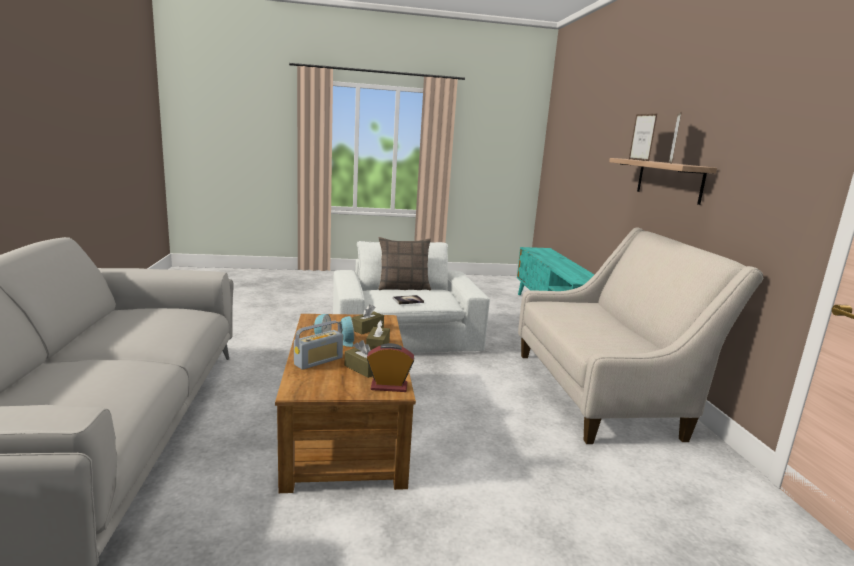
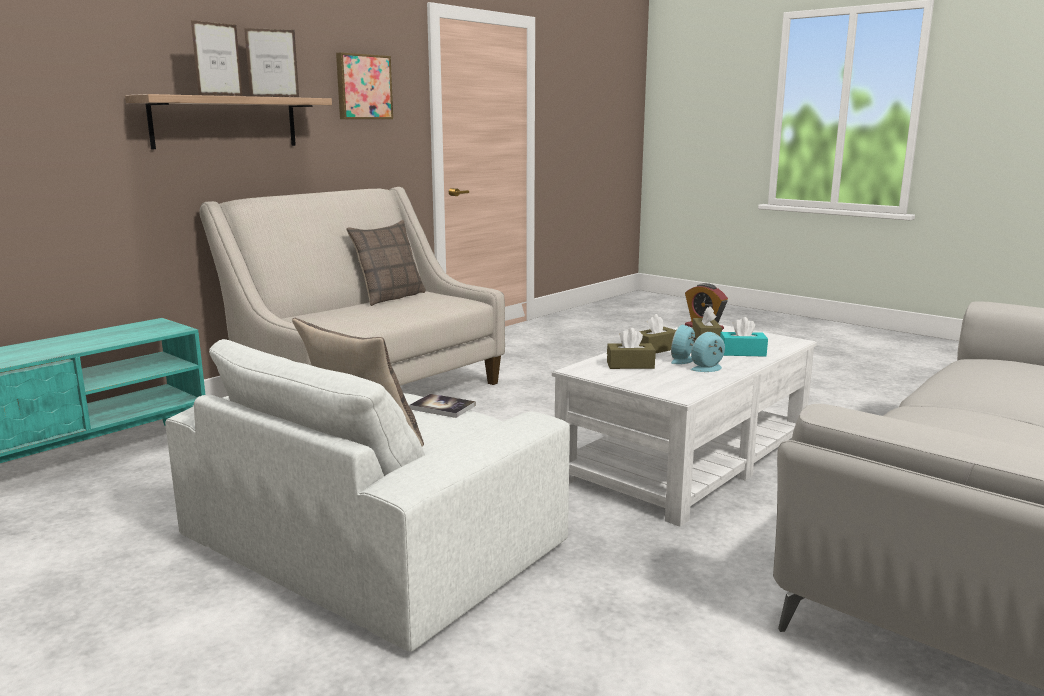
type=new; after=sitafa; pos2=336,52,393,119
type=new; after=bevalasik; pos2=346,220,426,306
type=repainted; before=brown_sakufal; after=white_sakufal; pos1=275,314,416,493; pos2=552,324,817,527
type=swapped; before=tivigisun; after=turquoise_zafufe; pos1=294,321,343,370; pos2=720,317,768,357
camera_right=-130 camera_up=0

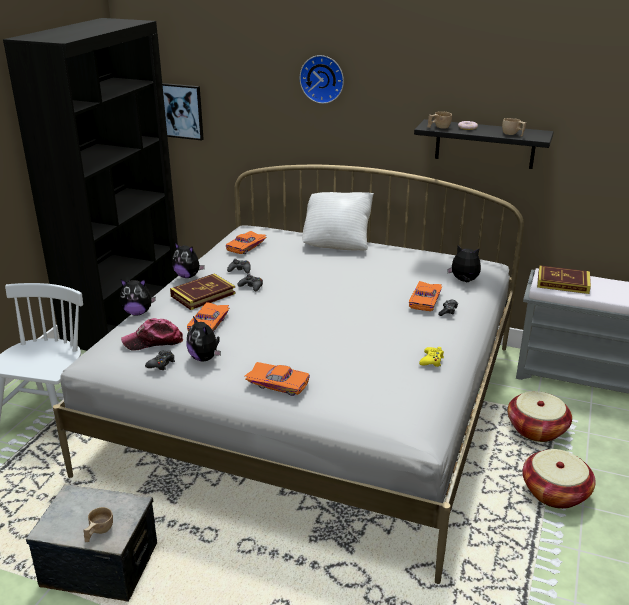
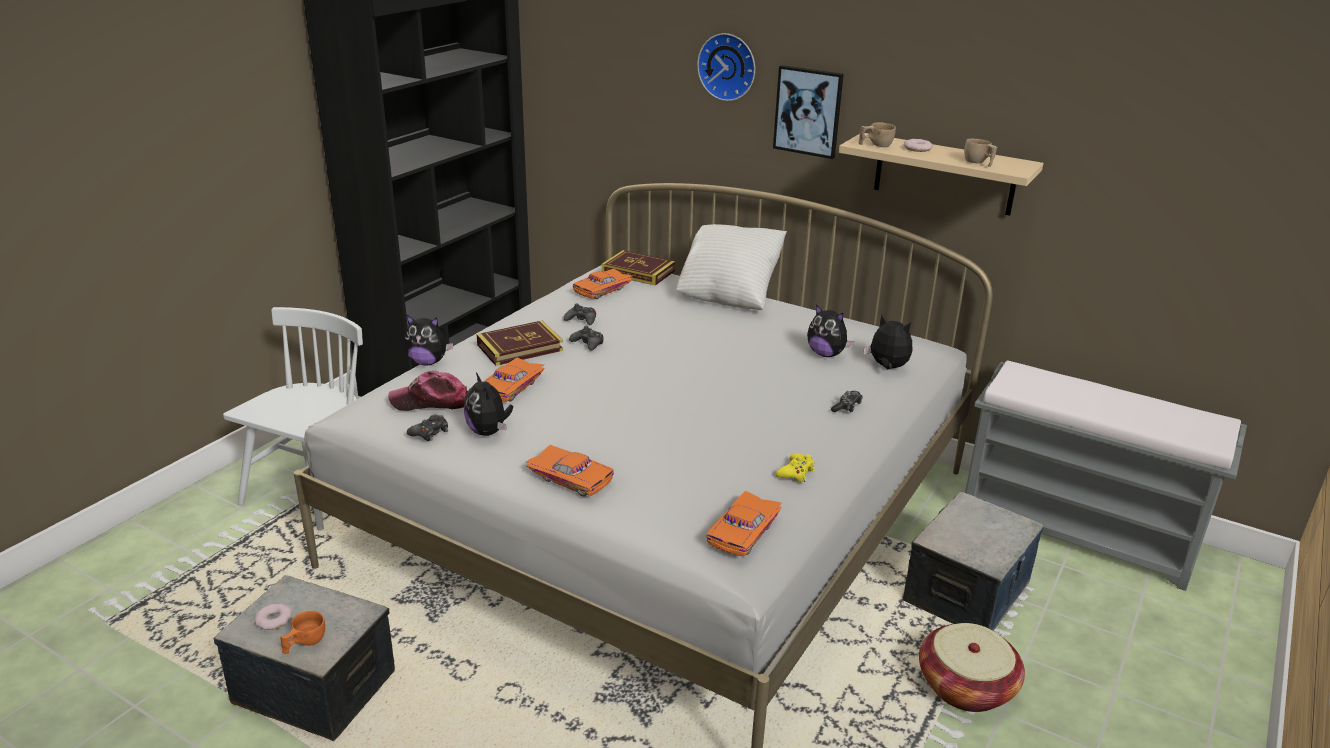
type=new; after=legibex; pos2=254,603,292,630
type=repainted; before=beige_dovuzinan; after=orange_dovuzinan; pos1=84,507,113,542; pos2=280,611,325,654
type=shifted; before=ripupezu; pos1=537,265,591,294; pos2=602,250,675,286
type=shifted; before=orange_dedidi; pos1=409,281,442,311; pos2=707,491,782,556
type=shifted; before=sitafa; pos1=162,83,203,141; pos2=773,65,844,159
type=shifted; before=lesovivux; pos1=172,243,205,278; pos2=807,304,854,357
type=repainted; before=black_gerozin; after=beige_gerozin; pos1=414,119,554,169; pos2=839,133,1043,216
type=swapped; before=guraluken; after=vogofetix; pos1=508,391,572,442; pos2=903,492,1044,631
camera_right=10 camera_up=0

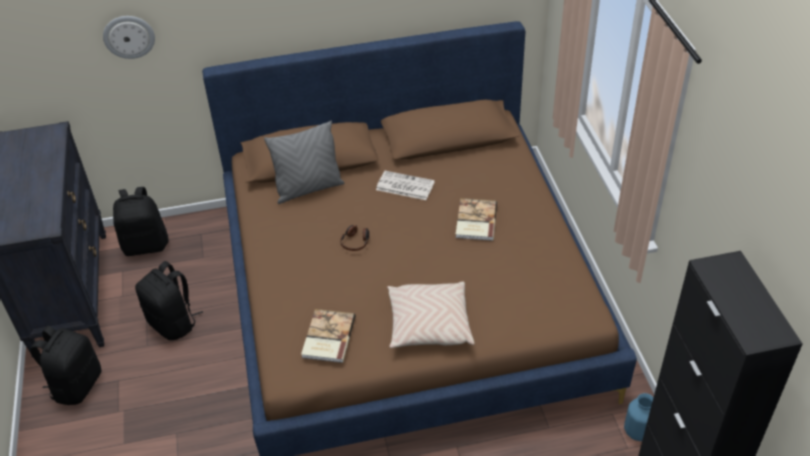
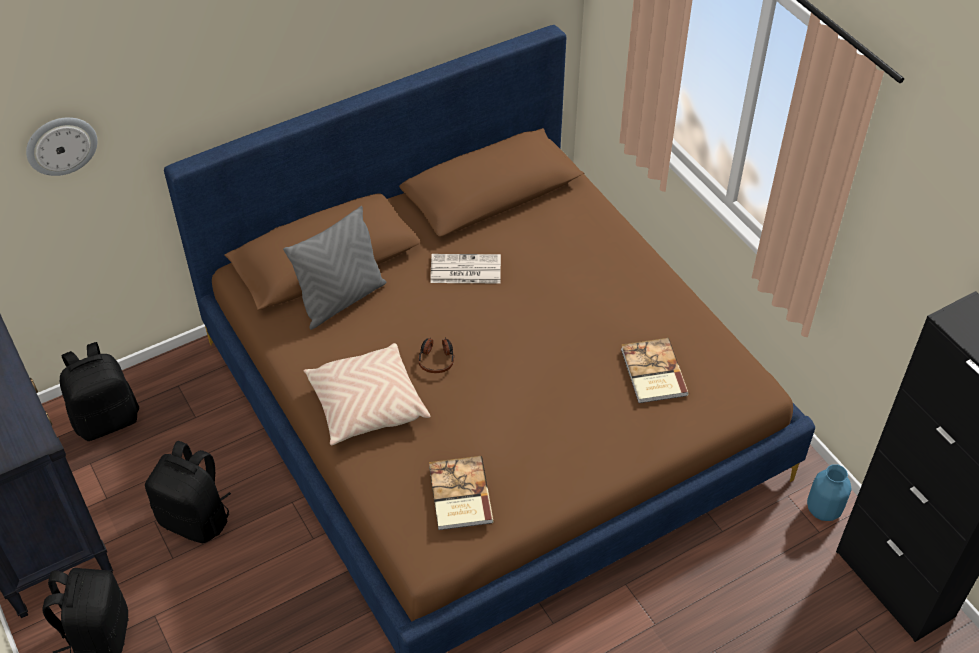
type=shifted; before=beige_bevalasik; pos1=387,281,474,348; pos2=303,343,431,445
type=shifted; before=ripupezu; pos1=456,198,497,241; pos2=621,338,689,403
camera_right=-20 camera_up=5

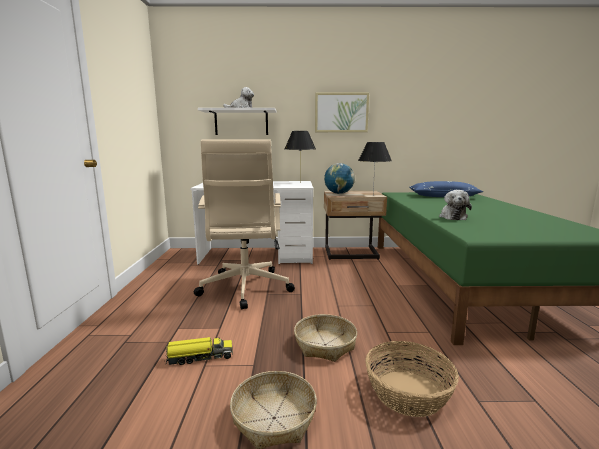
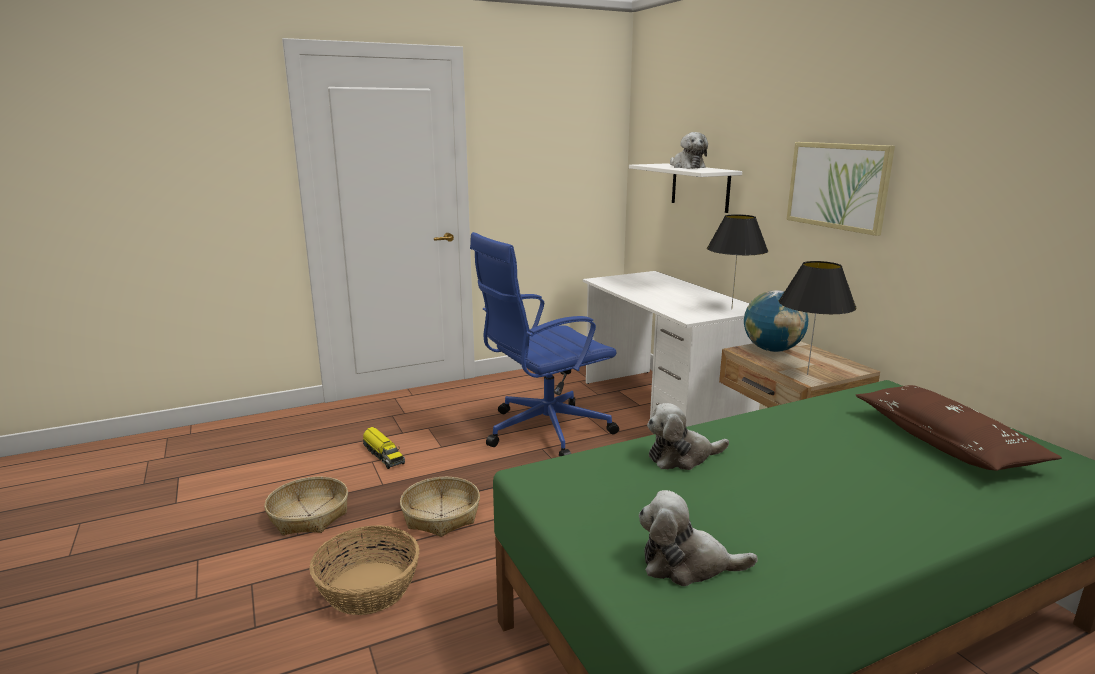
type=repainted; before=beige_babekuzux; after=blue_babekuzux; pos1=194,139,295,309; pos2=470,232,619,456
type=new; after=lesovivux; pos2=639,490,758,586
type=repainted; before=blue_bevalasik; after=brown_bevalasik; pos1=409,181,483,197; pos2=855,385,1062,471
camera_right=65 camera_up=5

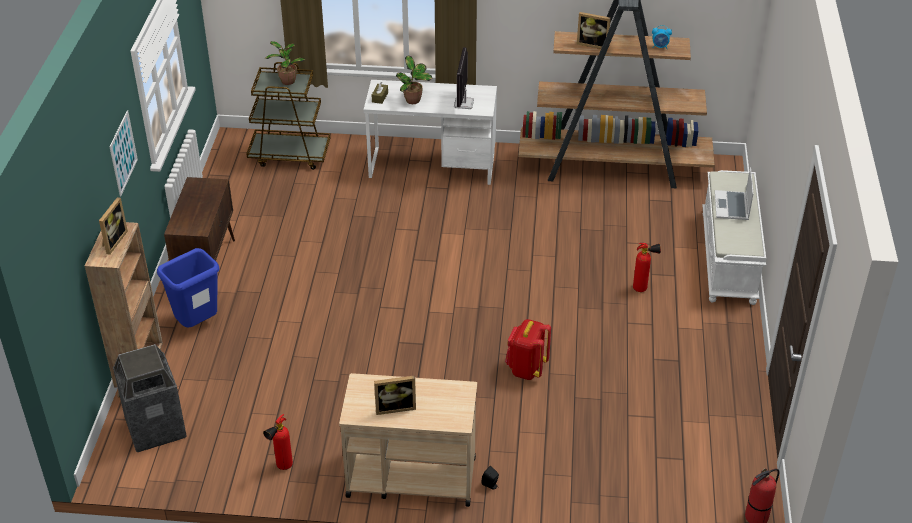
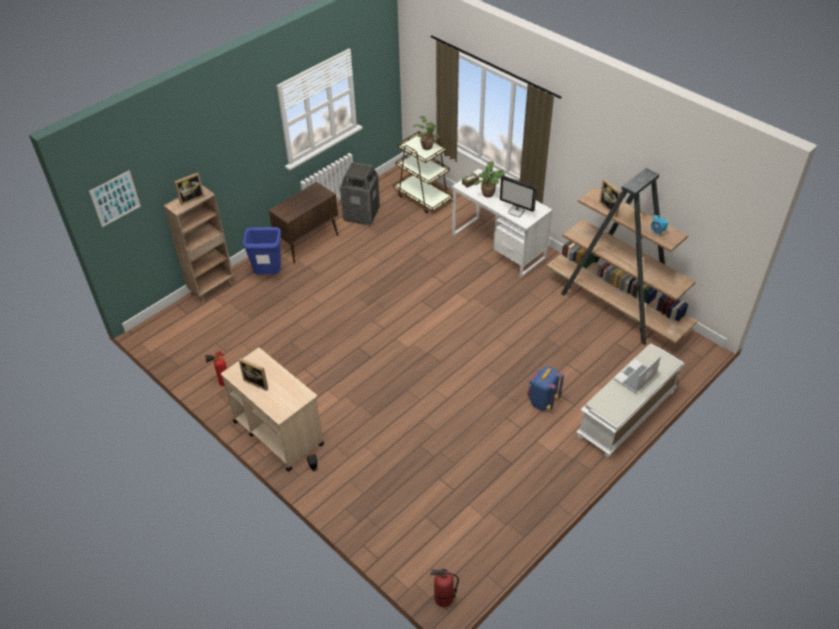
type=shifted; before=sitafa; pos1=109,111,138,196; pos2=89,171,141,227
type=shifted; before=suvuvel; pos1=113,344,187,452; pos2=340,162,380,225
type=rotated; before=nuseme; pos1=454,47,474,109; pos2=500,175,537,217; turn=-105
type=swapped; before=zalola; after=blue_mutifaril; pos1=633,243,661,292; pos2=527,366,564,411
type=gone; before=red_mutifaril; pos1=505,319,551,380
camera_right=40 camera_up=5

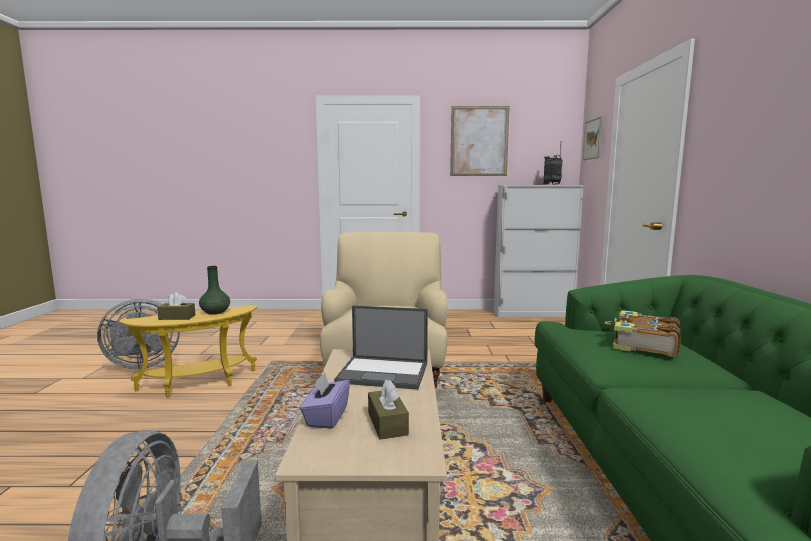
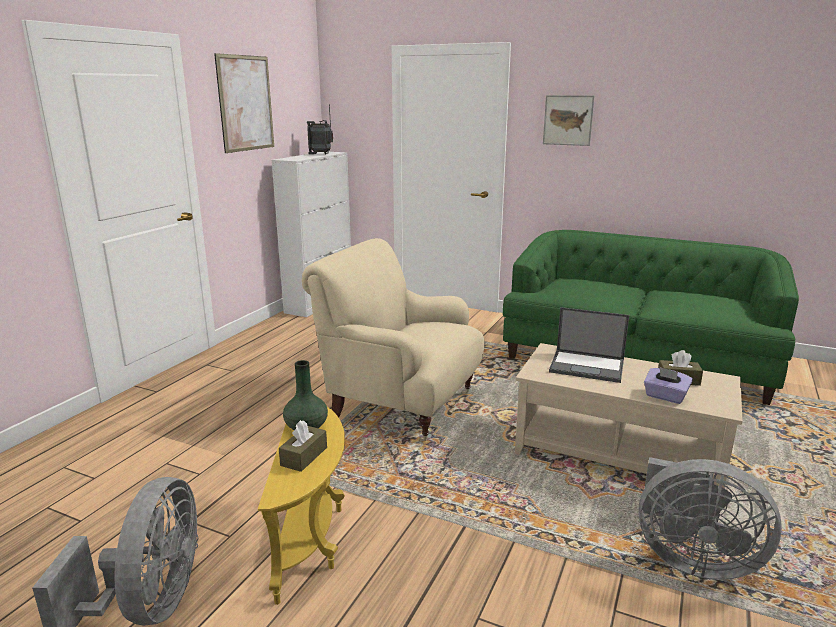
type=shifted; before=sitafa; pos1=583,117,603,160; pos2=543,95,595,146
type=rotated; before=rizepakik; pos1=334,305,428,390; pos2=549,307,629,383; turn=75
type=gone; before=ripupezu; pos1=605,310,681,357
camera_right=-65 camera_up=10

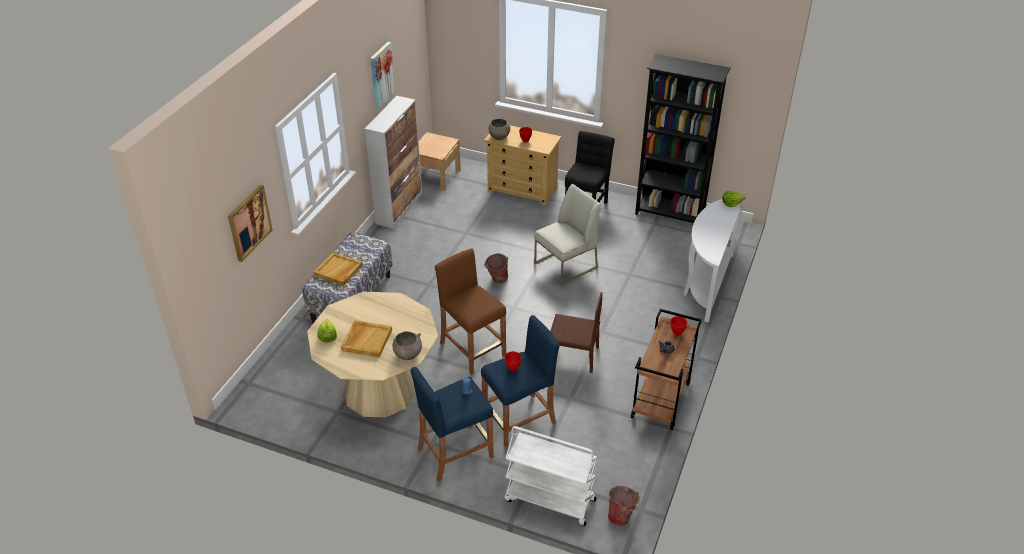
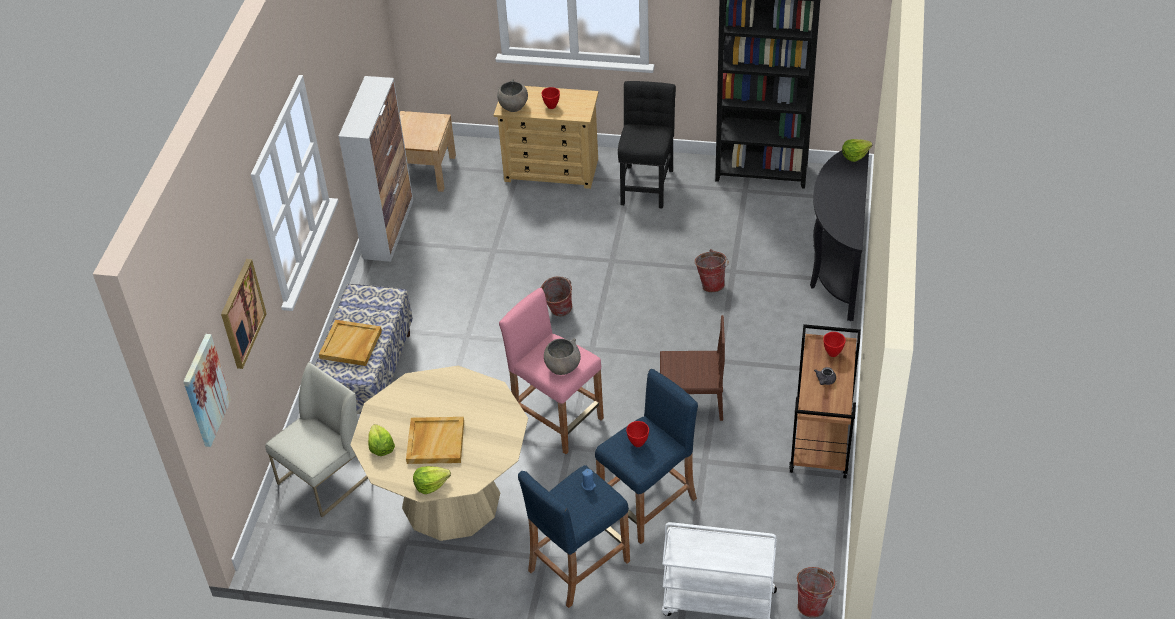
type=shifted; before=sitafa; pos1=370,42,395,109; pos2=183,334,231,447
type=shifted; before=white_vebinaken; pos1=534,183,601,286; pos2=265,362,368,517
type=new; after=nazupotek; pos2=413,466,451,494
type=repainted; before=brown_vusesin; after=pink_vusesin; pos1=435,248,506,375; pos2=499,288,604,454
type=shifted; before=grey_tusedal; pos1=393,331,422,360; pos2=544,338,581,375
type=new; after=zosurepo; pos2=695,249,729,292
type=repainted; before=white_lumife; after=black_lumife; pos1=684,199,744,322; pos2=810,150,869,321
camera_right=-10 camera_up=5

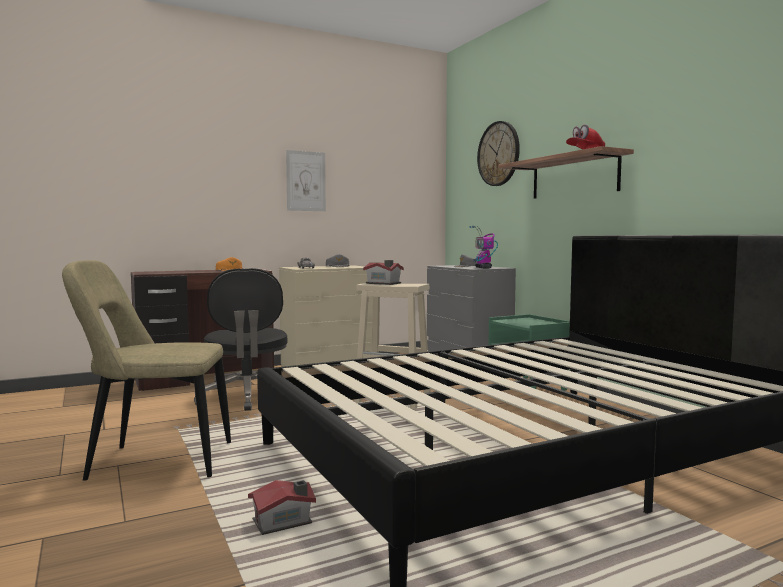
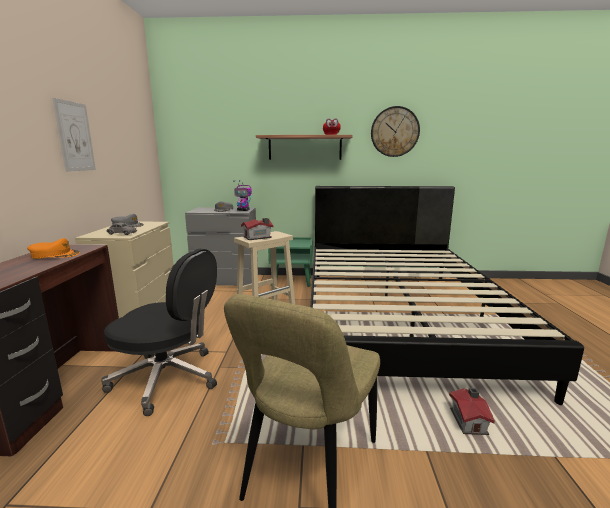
type=shifted; before=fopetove; pos1=477,121,520,186; pos2=371,106,420,157
camera_right=-60 camera_up=10

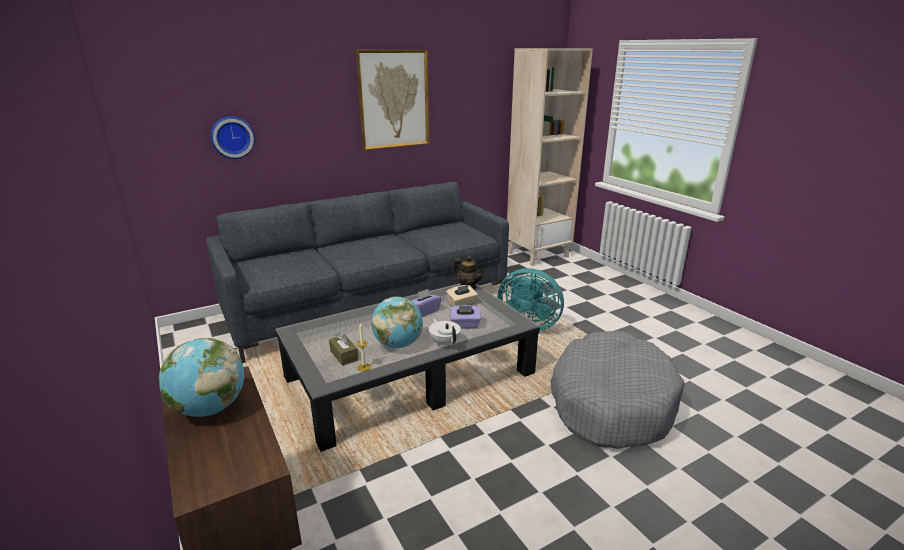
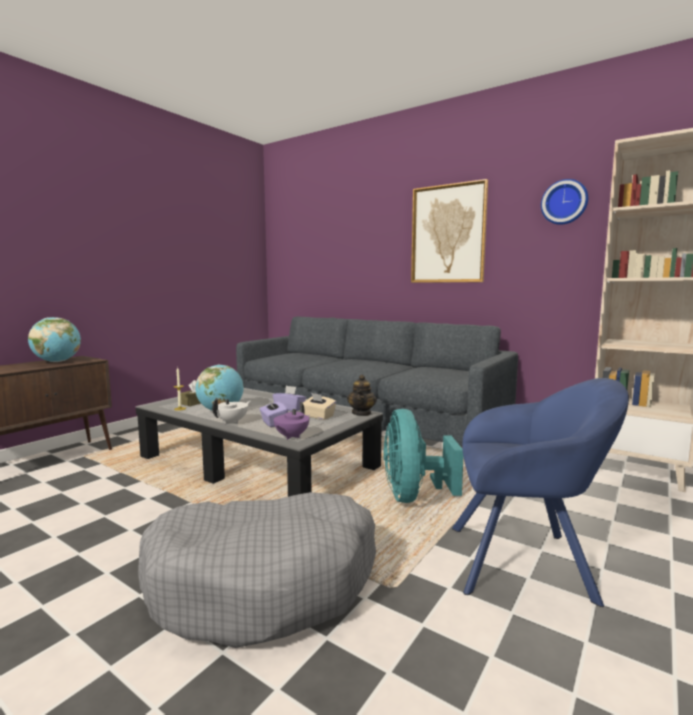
type=new; after=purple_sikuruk; pos2=274,402,309,440
type=new; after=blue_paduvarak; pos2=452,378,629,607
type=shifted; before=fopetove; pos1=210,116,255,159; pos2=541,179,588,225
camera_right=65 camera_up=-15

